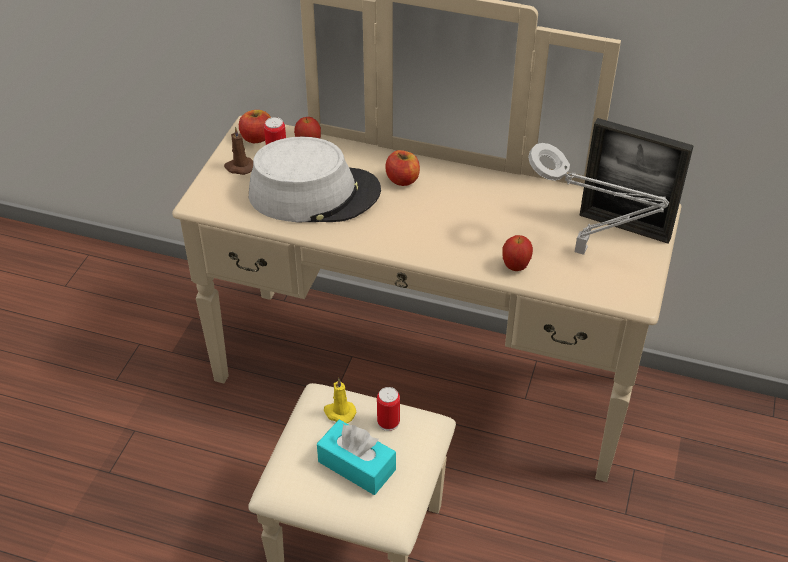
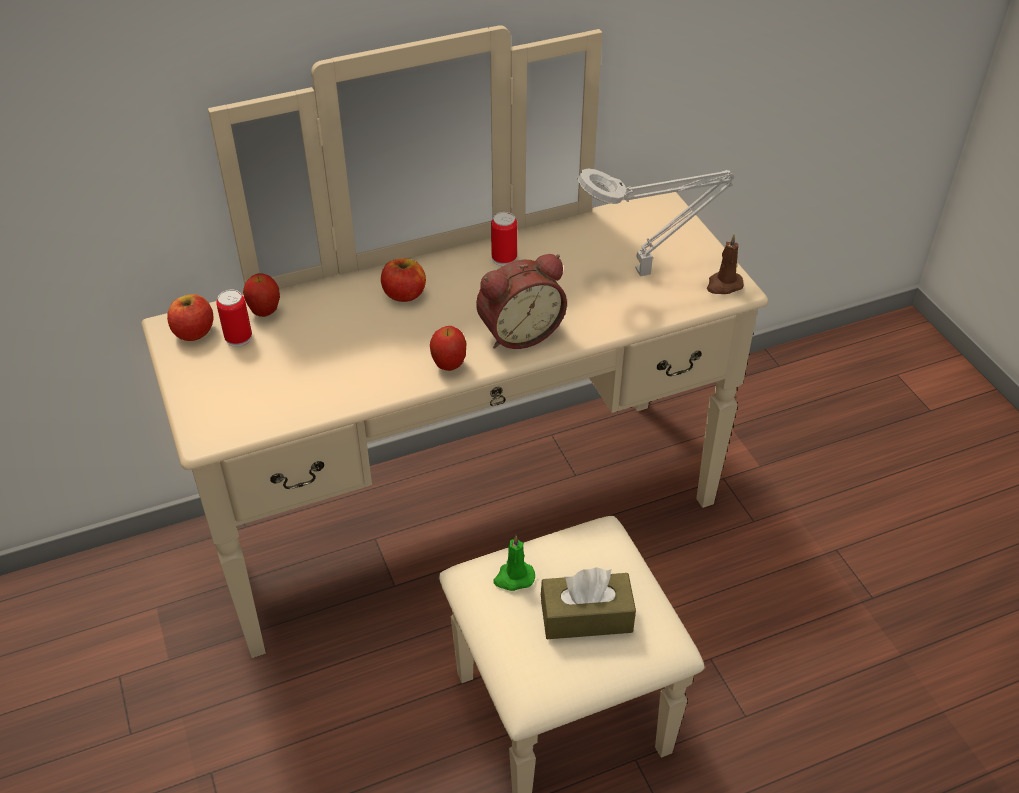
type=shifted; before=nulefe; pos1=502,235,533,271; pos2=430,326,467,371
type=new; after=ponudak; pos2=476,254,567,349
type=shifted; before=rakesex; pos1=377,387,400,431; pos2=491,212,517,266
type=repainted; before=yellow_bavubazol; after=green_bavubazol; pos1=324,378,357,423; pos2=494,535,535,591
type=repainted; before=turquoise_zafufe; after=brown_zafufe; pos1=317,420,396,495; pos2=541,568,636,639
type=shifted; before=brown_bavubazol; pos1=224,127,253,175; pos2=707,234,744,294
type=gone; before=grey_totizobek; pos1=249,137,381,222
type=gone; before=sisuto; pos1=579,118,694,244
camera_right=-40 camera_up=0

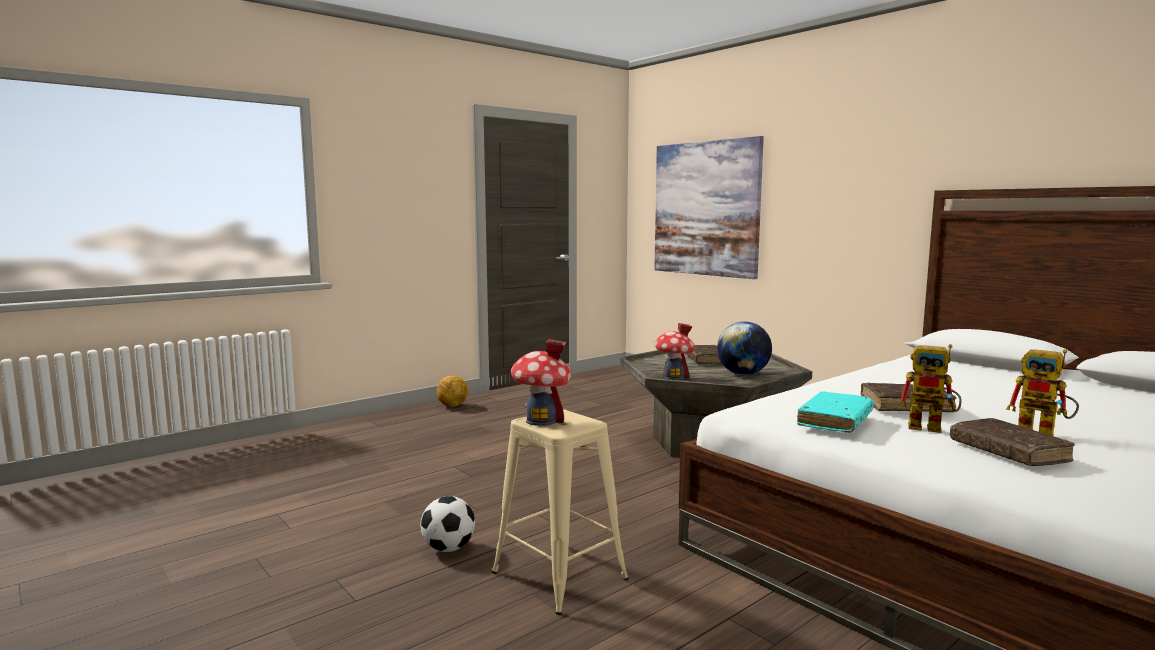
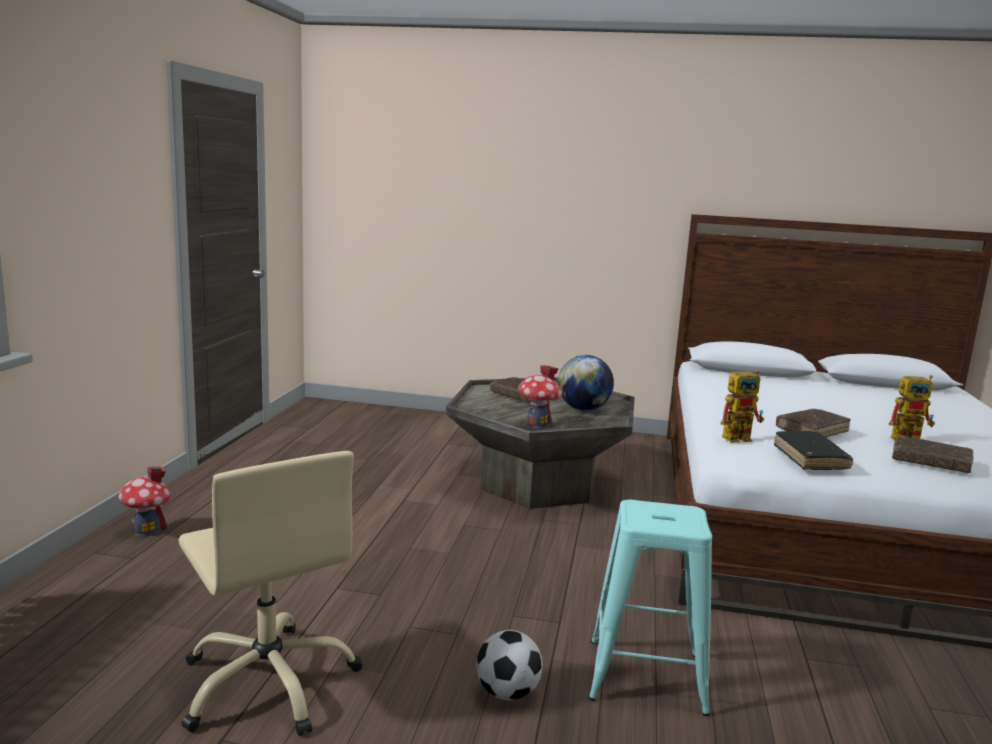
type=shifted; before=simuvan; pos1=511,339,571,426; pos2=118,467,171,537
type=new; after=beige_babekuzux; pos2=178,451,363,736
type=repainted; before=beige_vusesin; after=turquoise_vusesin; pos1=492,409,629,615; pos2=589,500,712,716
type=shifted; before=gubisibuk; pos1=898,344,962,433; pos2=720,370,764,442
type=repainted; before=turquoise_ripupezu; after=black_ripupezu; pos1=797,391,874,433; pos2=774,431,853,470
type=gone; before=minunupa; pos1=437,376,469,407
type=gone; before=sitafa; pos1=654,136,764,279
camera_right=-40 camera_up=5

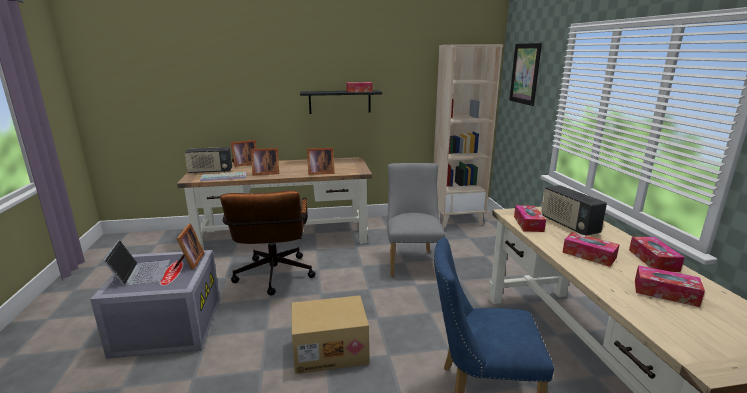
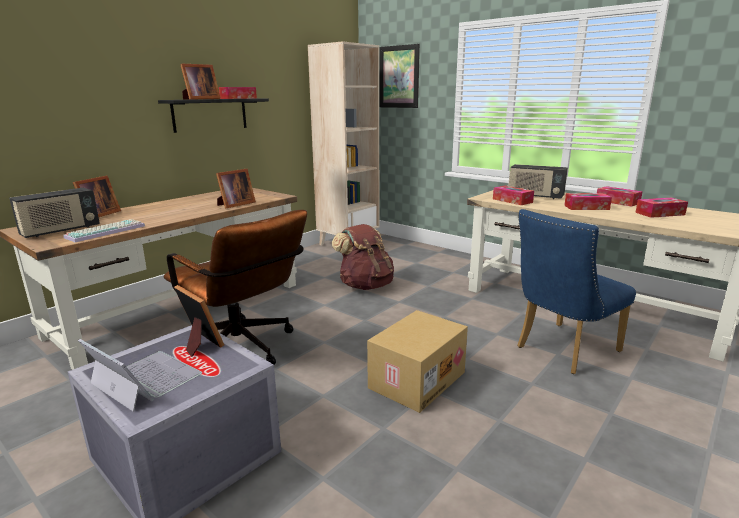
type=shifted; before=sisuto; pos1=251,148,279,175; pos2=180,64,221,100
type=swapped; before=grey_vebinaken; after=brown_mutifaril; pos1=387,163,445,277; pos2=332,224,394,290
camera_right=-40 camera_up=0

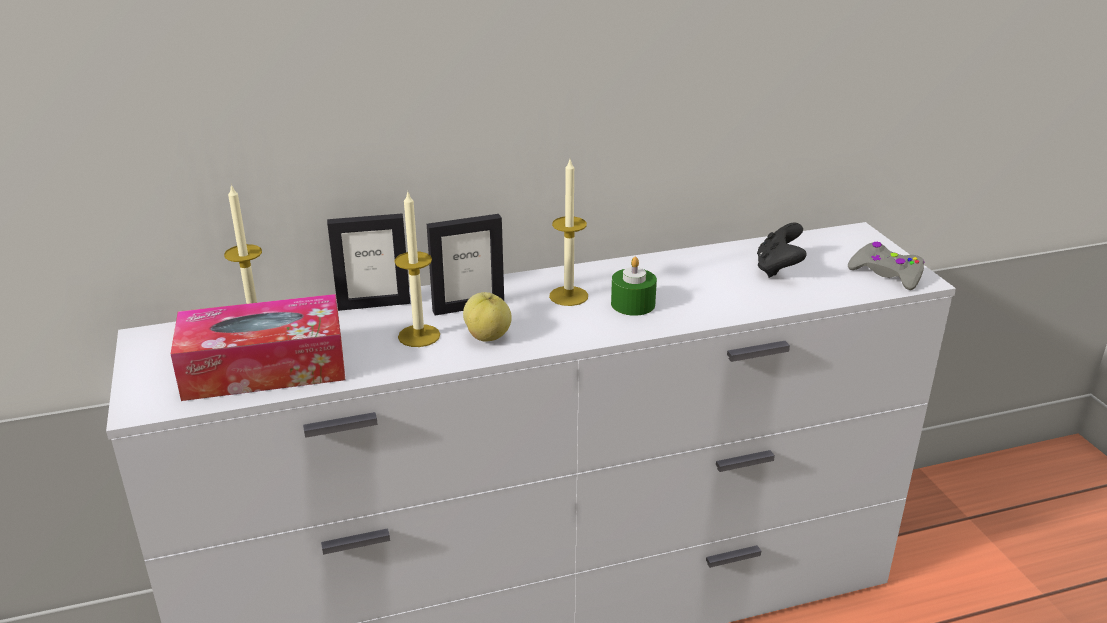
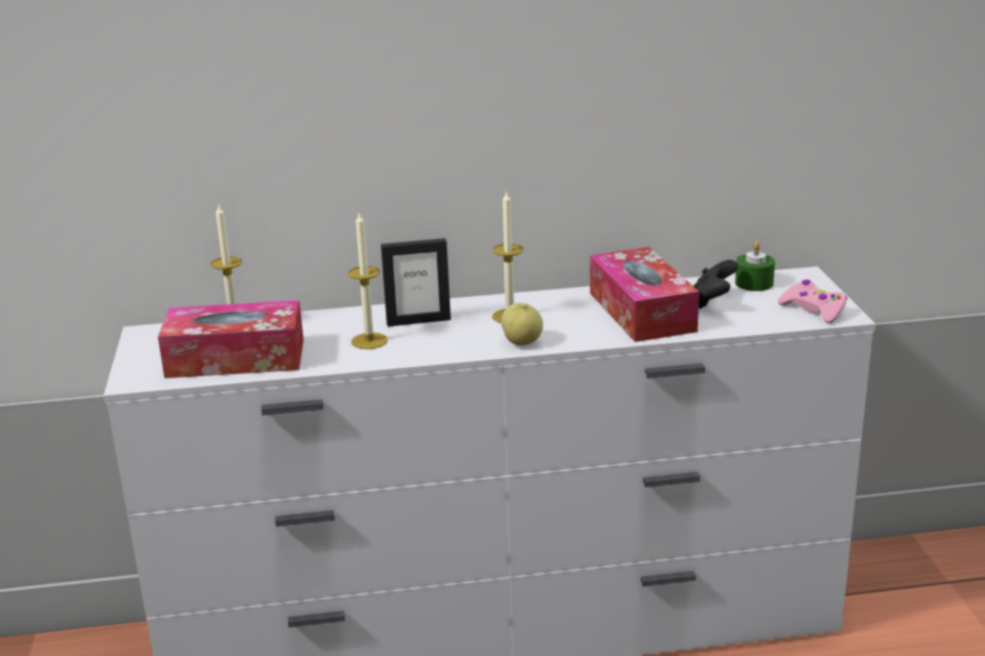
type=shifted; before=nulefe; pos1=463,292,512,342; pos2=501,303,543,345
type=new; after=zafufe; pos2=590,247,699,342
type=shifted; before=green_bavubazol; pos1=611,257,657,316; pos2=735,241,775,291
type=repainted; before=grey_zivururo; after=pink_zivururo; pos1=848,242,925,290; pos2=778,279,847,324
type=gone; before=sisuto; pos1=327,214,410,311
camera_right=10 camera_up=-5

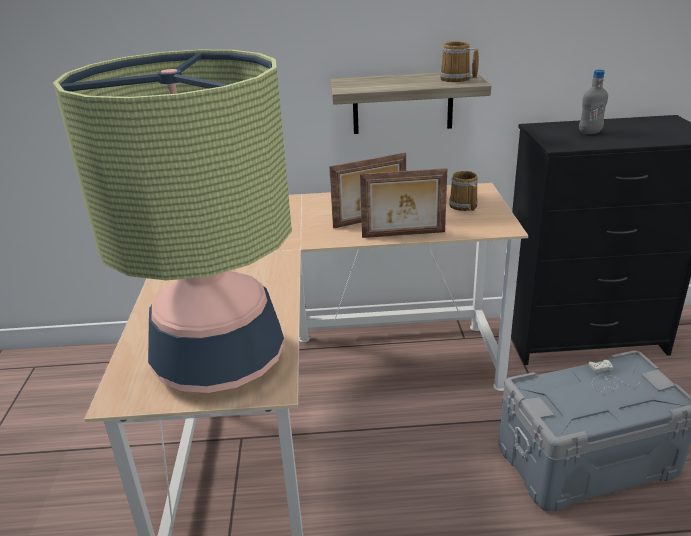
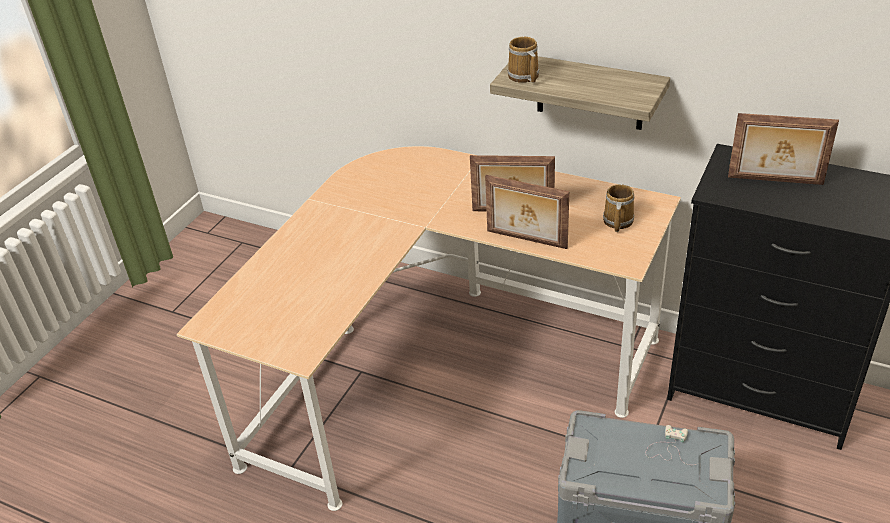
type=shifted; before=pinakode; pos1=440,41,479,82; pos2=507,37,539,83
type=swapped; before=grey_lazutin; after=sisuto; pos1=579,70,608,134; pos2=728,113,839,185
type=gone; before=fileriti; pos1=53,50,292,393
camera_right=30 camera_up=10

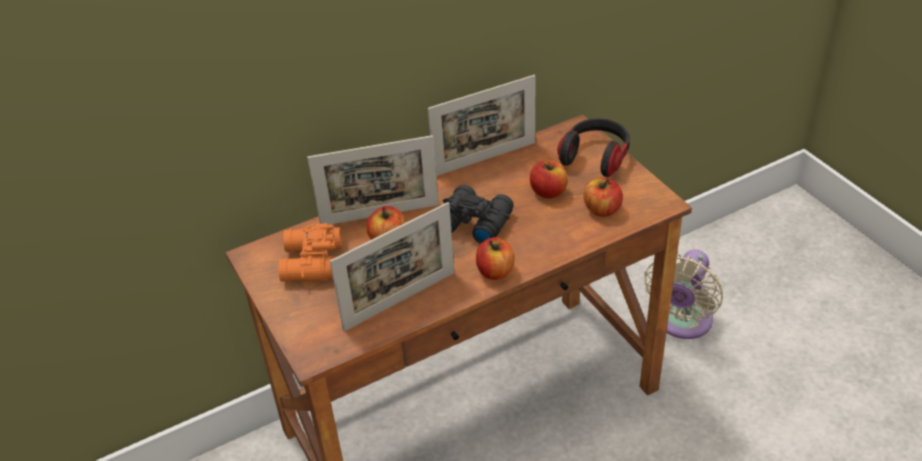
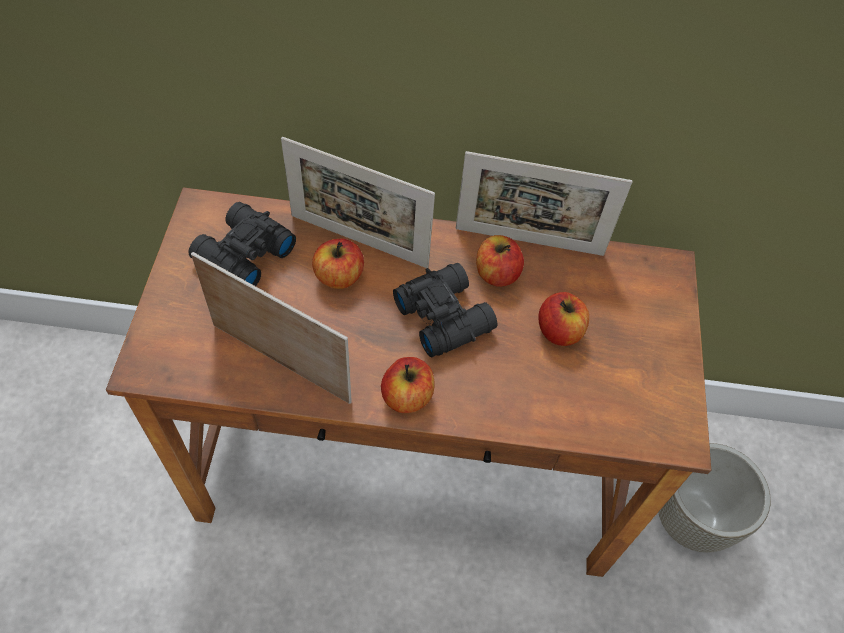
type=repainted; before=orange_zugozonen; after=black_zugozonen; pos1=278,223,343,282; pos2=189,202,296,286
type=rotated; before=sisuto; pos1=330,202,454,331; pos2=191,252,352,404; turn=-150
type=shifted; before=nulefe; pos1=583,178,623,216; pos2=476,235,524,287
type=swapped; before=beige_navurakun; after=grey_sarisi; pos1=644,249,723,339; pos2=658,443,771,553
type=gone; before=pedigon; pos1=557,118,630,177
camera_right=30 camera_up=15

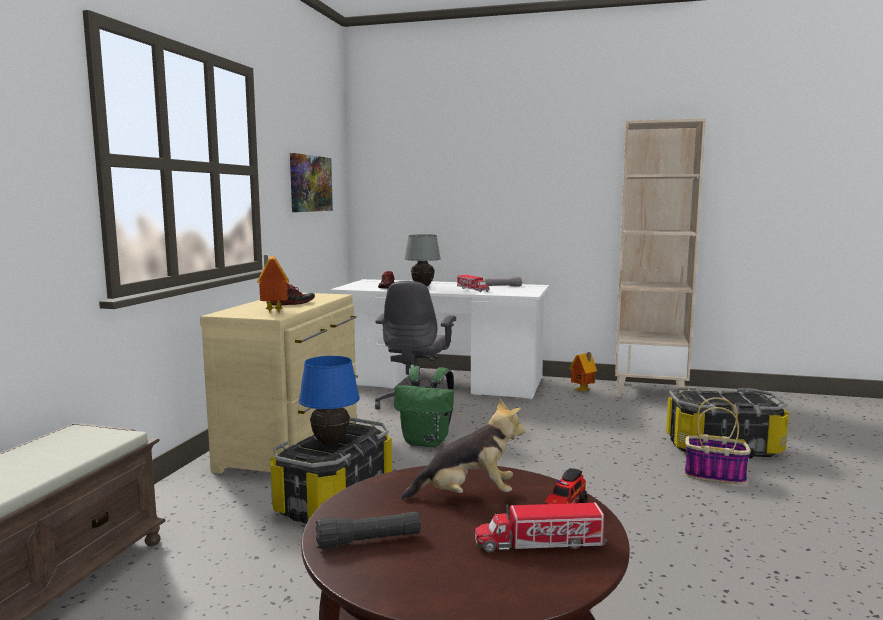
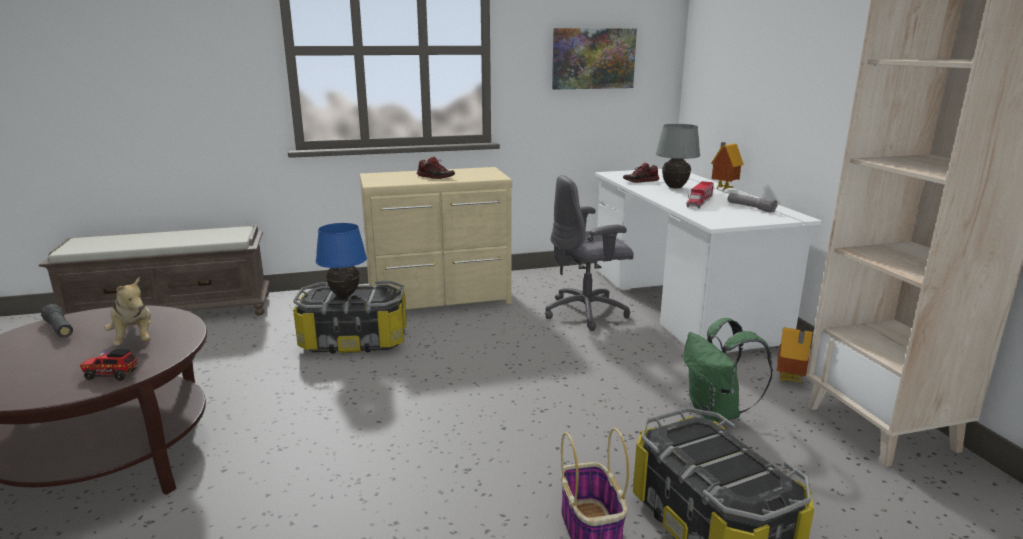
type=shifted; before=green_mutifaril; pos1=394,366,454,447; pos2=684,318,773,422
type=shifted; before=simuvan; pos1=257,255,289,312; pos2=711,142,743,190
type=gone; before=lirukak; pos1=475,503,607,553
camera_right=60 camera_up=10

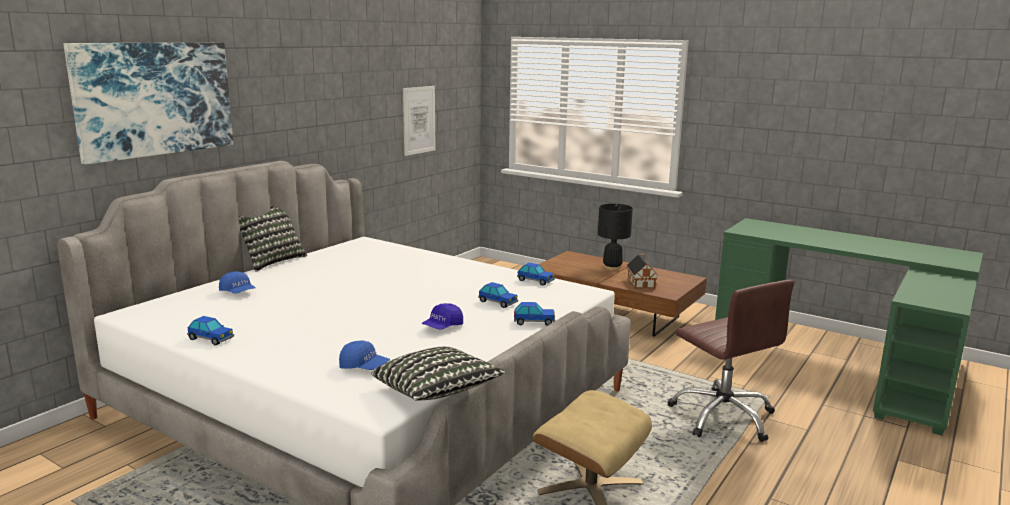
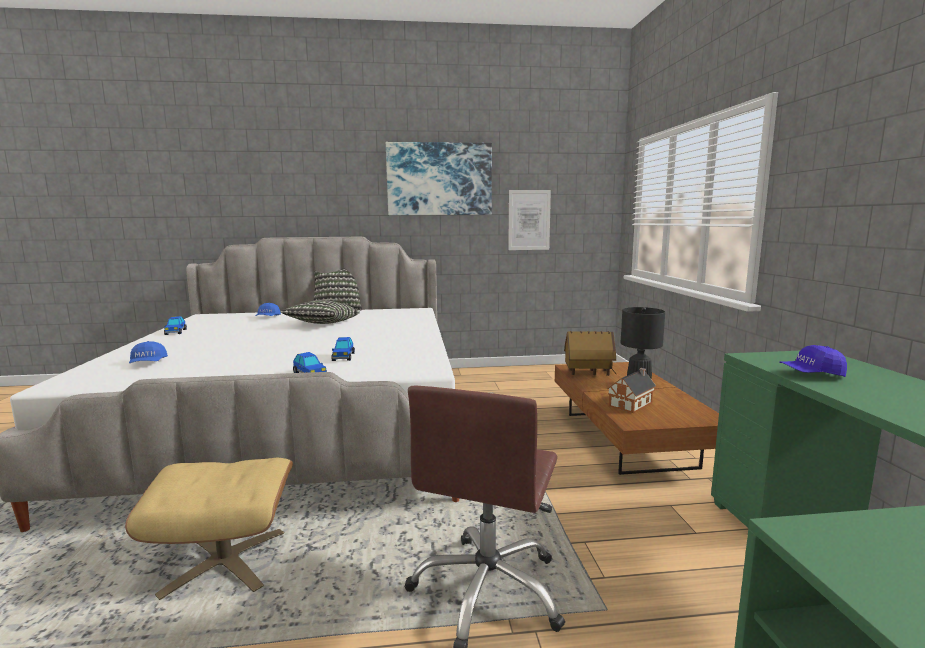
type=shifted; before=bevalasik; pos1=371,347,506,401; pos2=281,300,360,324
type=shifted; before=sitafa; pos1=64,42,233,164; pos2=386,142,492,215
type=new; after=simuvan; pos2=564,331,616,376
type=shifted; before=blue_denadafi; pos1=422,303,463,330; pos2=779,345,847,377
type=gone; before=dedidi; pos1=517,263,555,286
camera_right=50 camera_up=-5

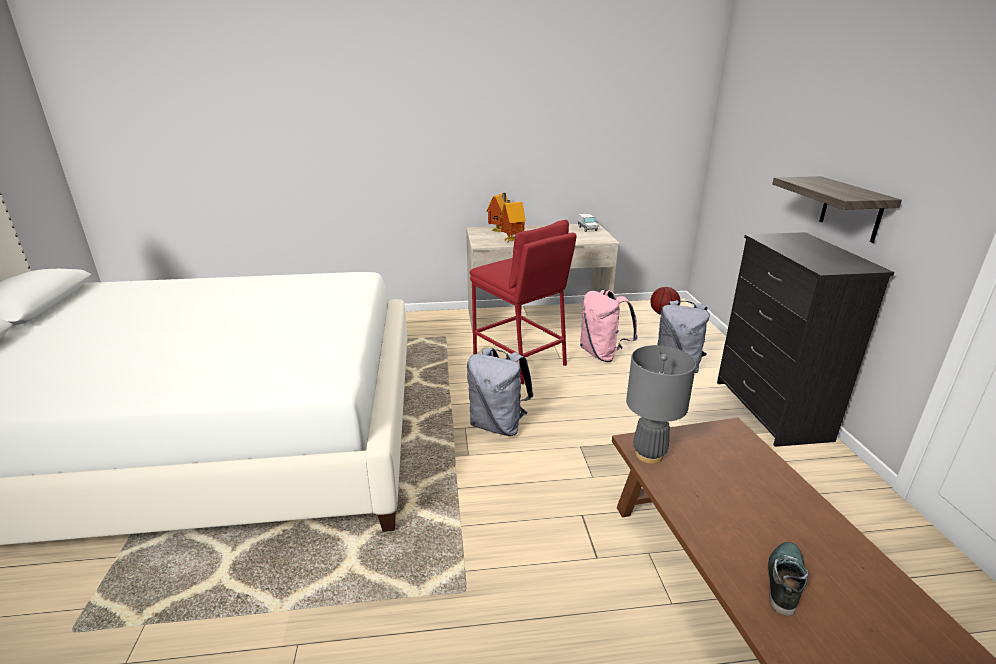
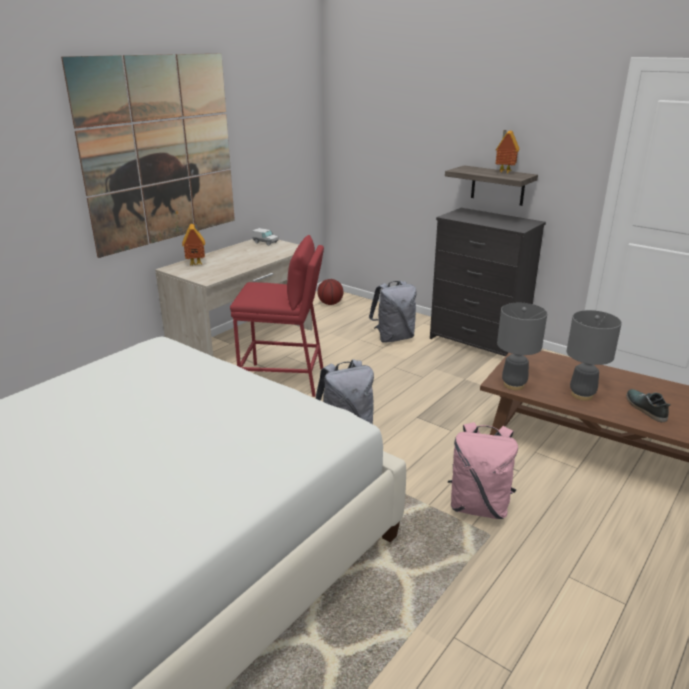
type=new; after=sitafa; pos2=61,53,235,258
type=shifted; before=pink_mutifaril; pos1=580,290,638,362; pos2=448,422,518,519
type=shifted; before=simuvan; pos1=500,200,526,242; pos2=496,130,520,174
type=new; after=grey_fileriti; pos2=567,310,622,401
camera_right=-45 camera_up=0

